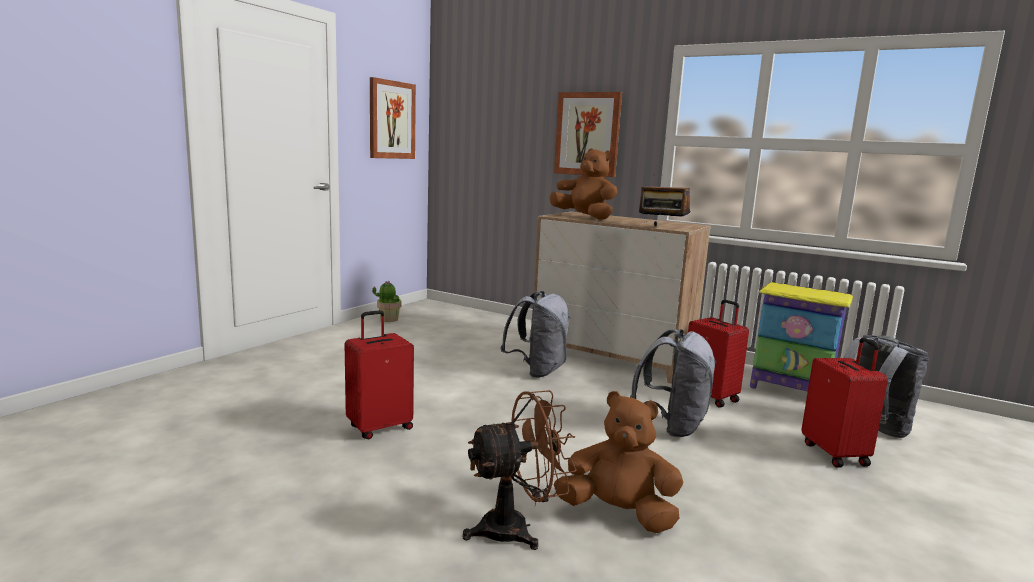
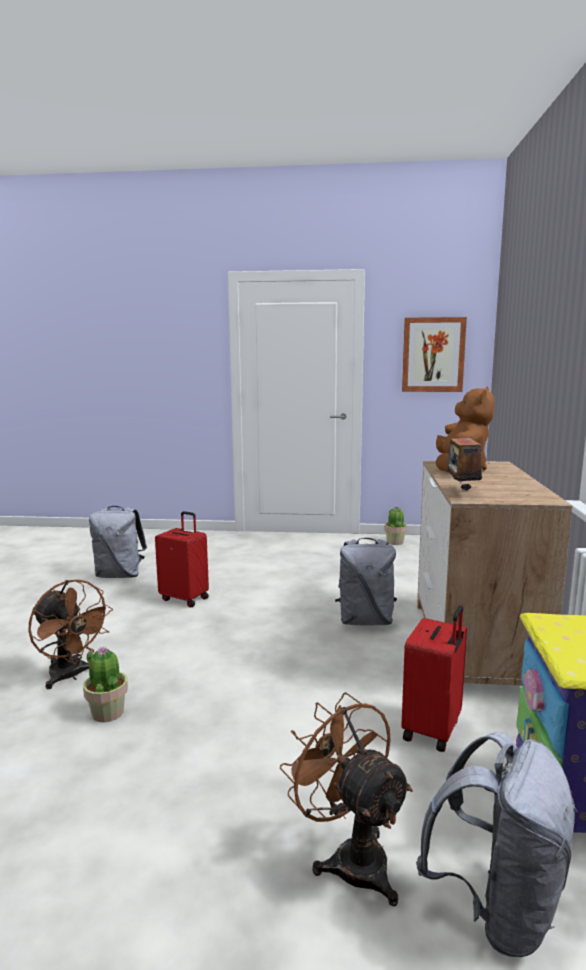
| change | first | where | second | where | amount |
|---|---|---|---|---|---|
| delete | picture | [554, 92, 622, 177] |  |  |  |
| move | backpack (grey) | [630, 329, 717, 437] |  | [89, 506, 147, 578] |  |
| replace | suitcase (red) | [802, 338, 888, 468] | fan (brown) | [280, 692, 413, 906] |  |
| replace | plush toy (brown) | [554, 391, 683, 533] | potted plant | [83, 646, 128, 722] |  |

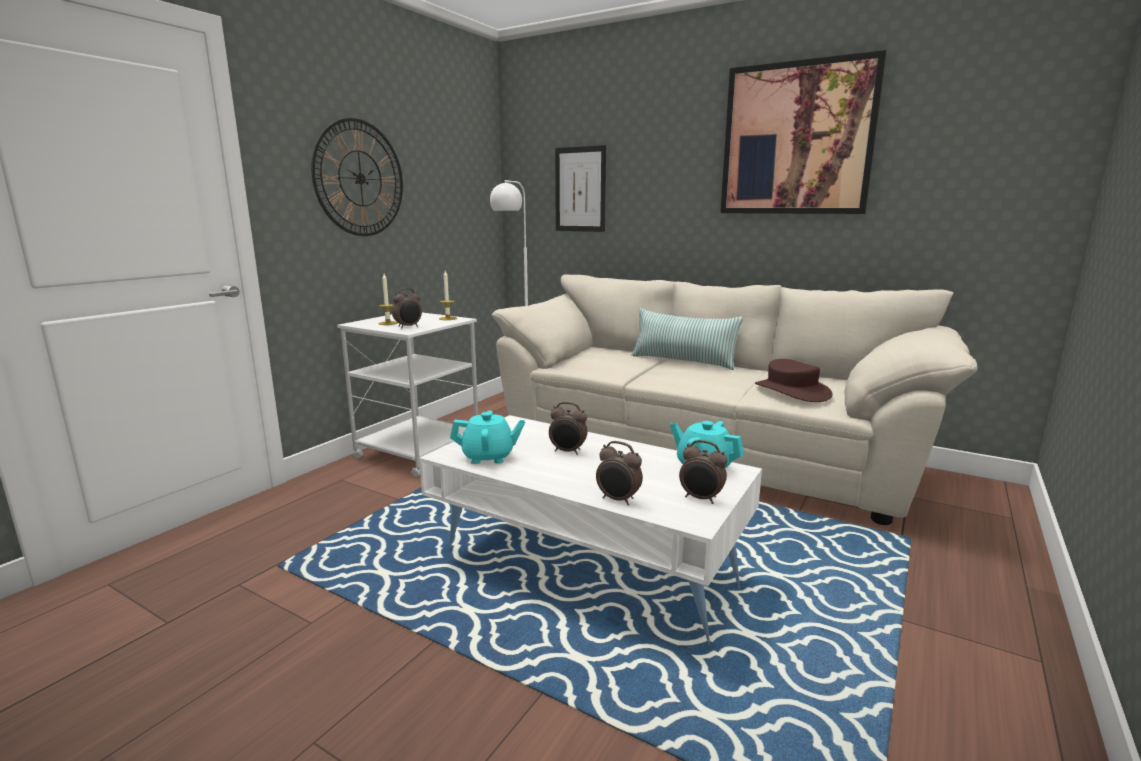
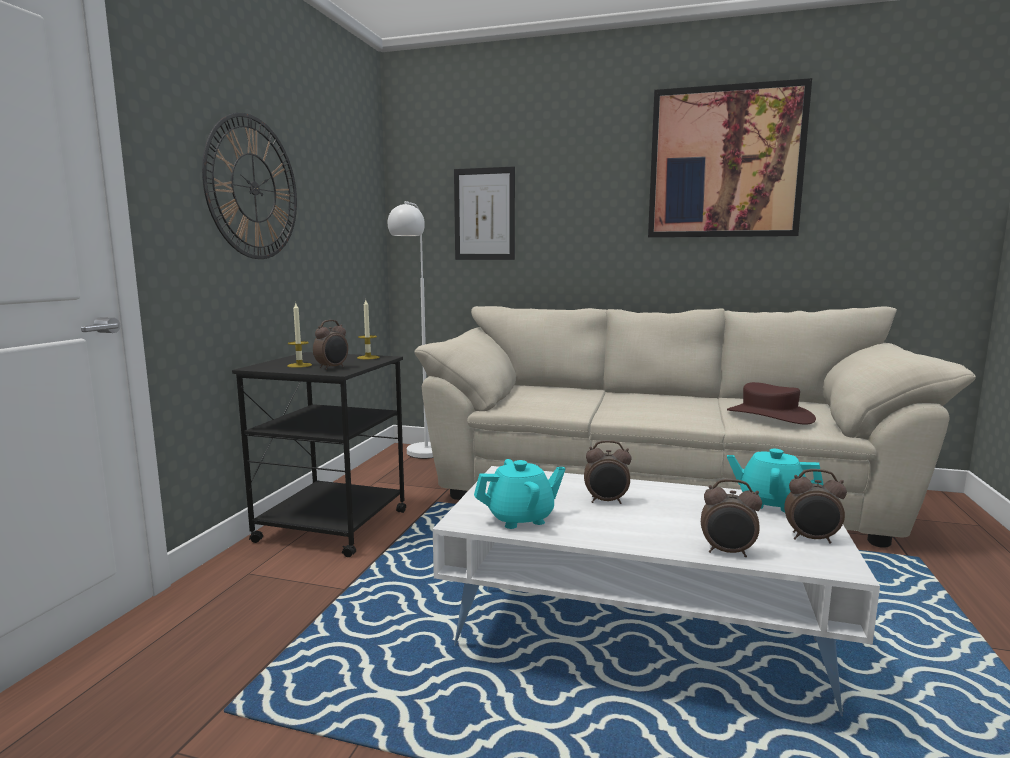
| change | first | where | second | where | amount |
|---|---|---|---|---|---|
| delete | pillow | [631, 308, 744, 370] |  |  |  |
| recolor | cart (white) | [337, 313, 478, 477] | cart (black) | [232, 352, 406, 557] |  |

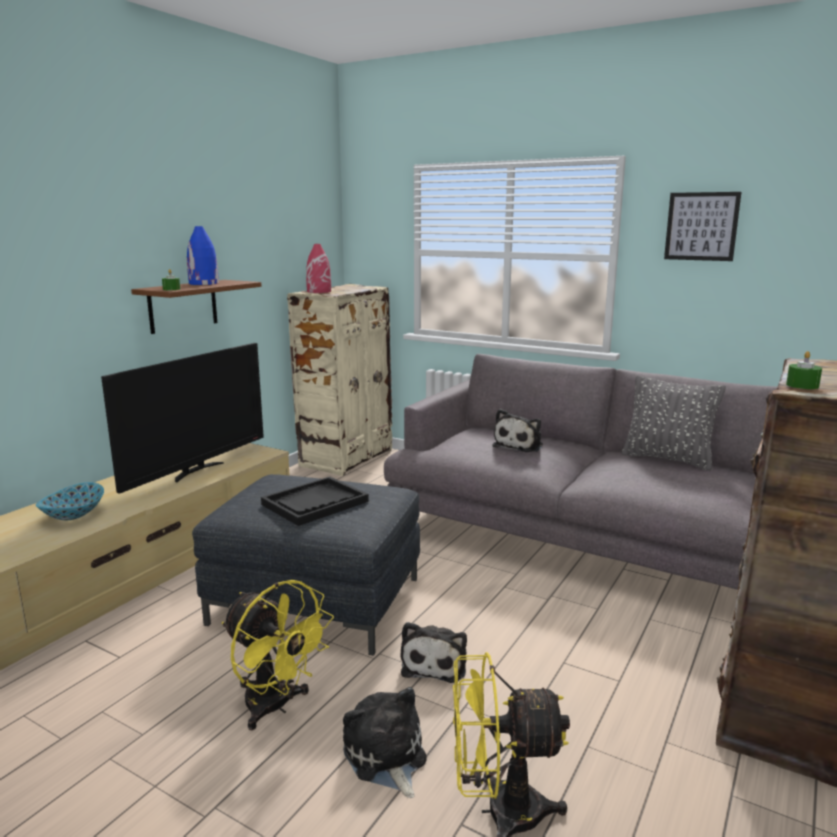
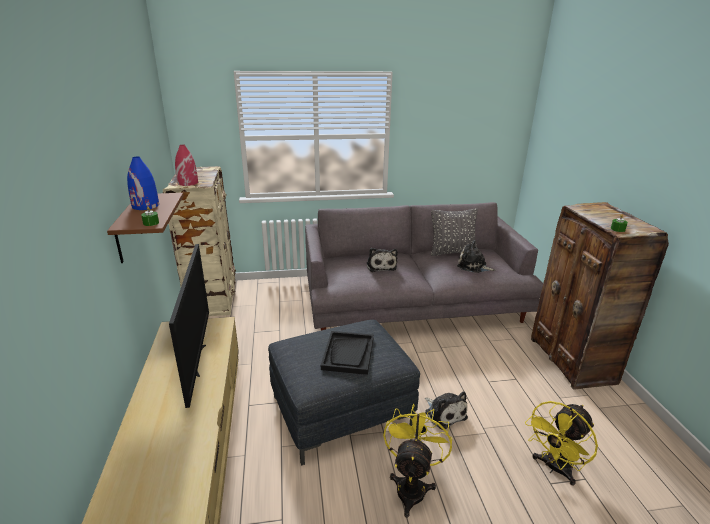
| change | first | where | second | where | amount |
|---|---|---|---|---|---|
| delete | picture | [664, 192, 741, 261] |  |  |  |
| delete | bowl | [36, 482, 104, 520] |  |  |  |
| rotate | fan (yellow) | [222, 580, 334, 730] |  | [383, 404, 452, 518] | 75 degrees counterclockwise |
| move | plush toy | [343, 687, 427, 798] |  | [457, 240, 496, 273] |  |

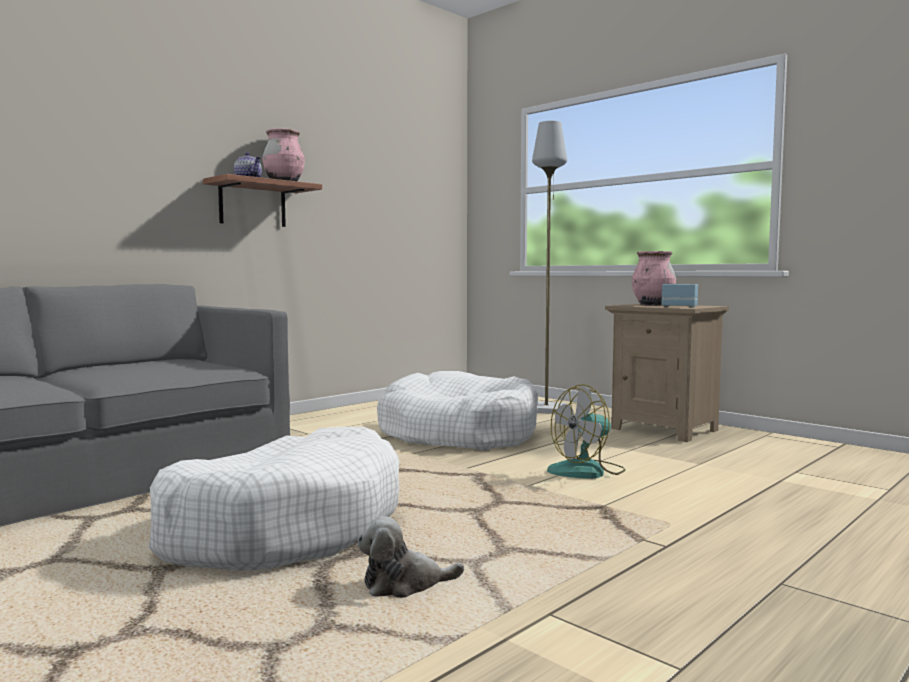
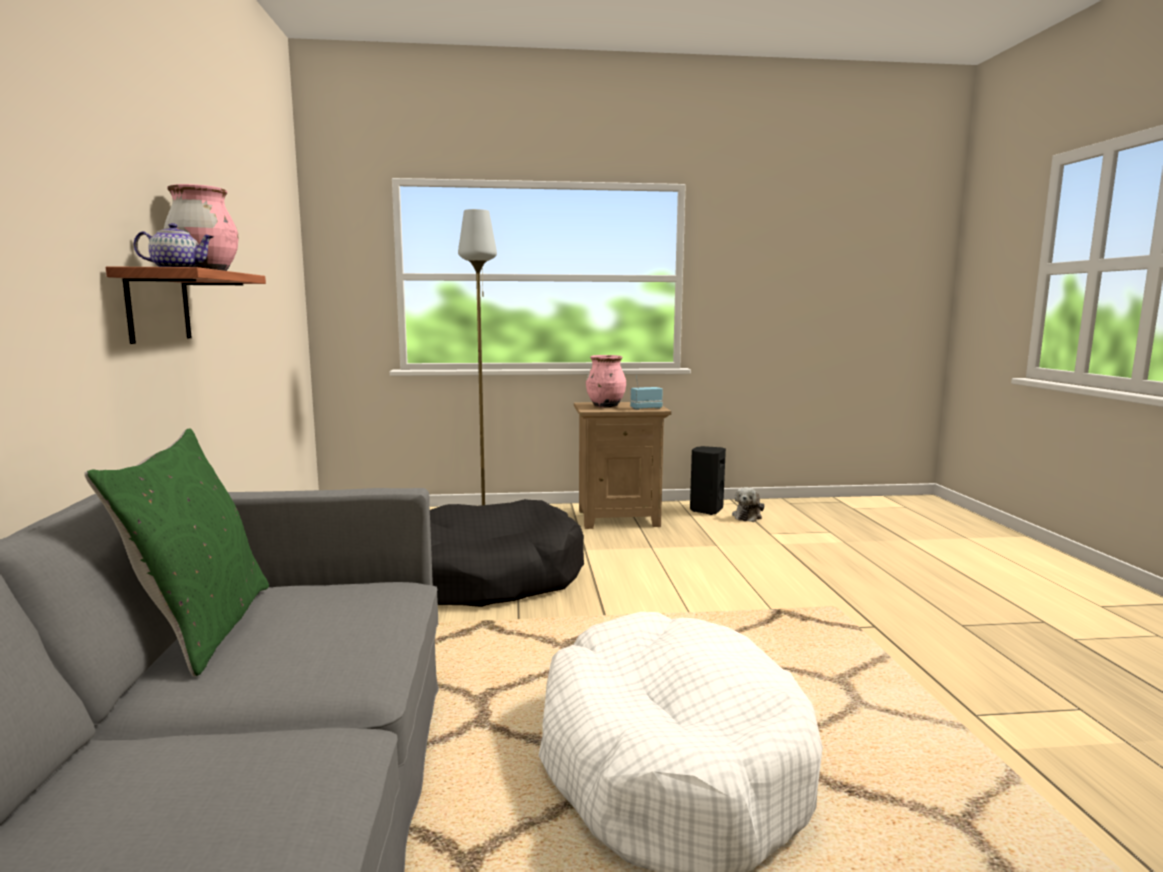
| change | first | where | second | where | amount |
|---|---|---|---|---|---|
| recolor | dog bed (white) | [377, 371, 538, 451] | dog bed (black) | [430, 499, 584, 607] |  |
| delete | fan | [547, 384, 625, 479] |  |  |  |
| move | plush toy | [357, 516, 464, 598] |  | [732, 487, 764, 522] |  |
| insert |  |  | pillow (green) | [84, 428, 269, 676] |  |
| insert |  |  | speaker (black) | [690, 446, 726, 515] |  |

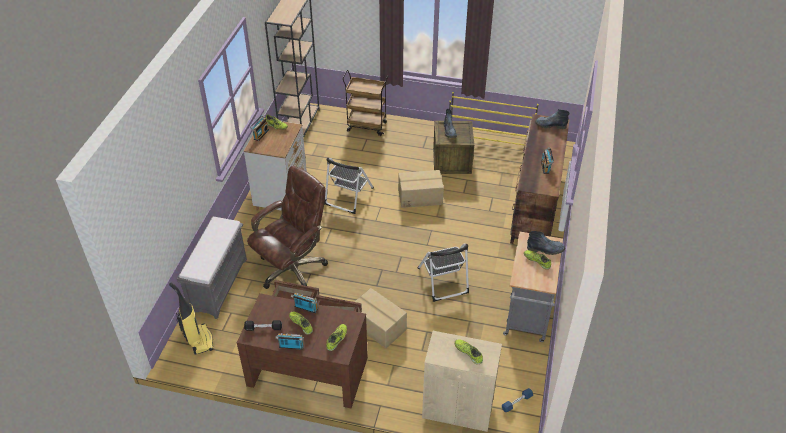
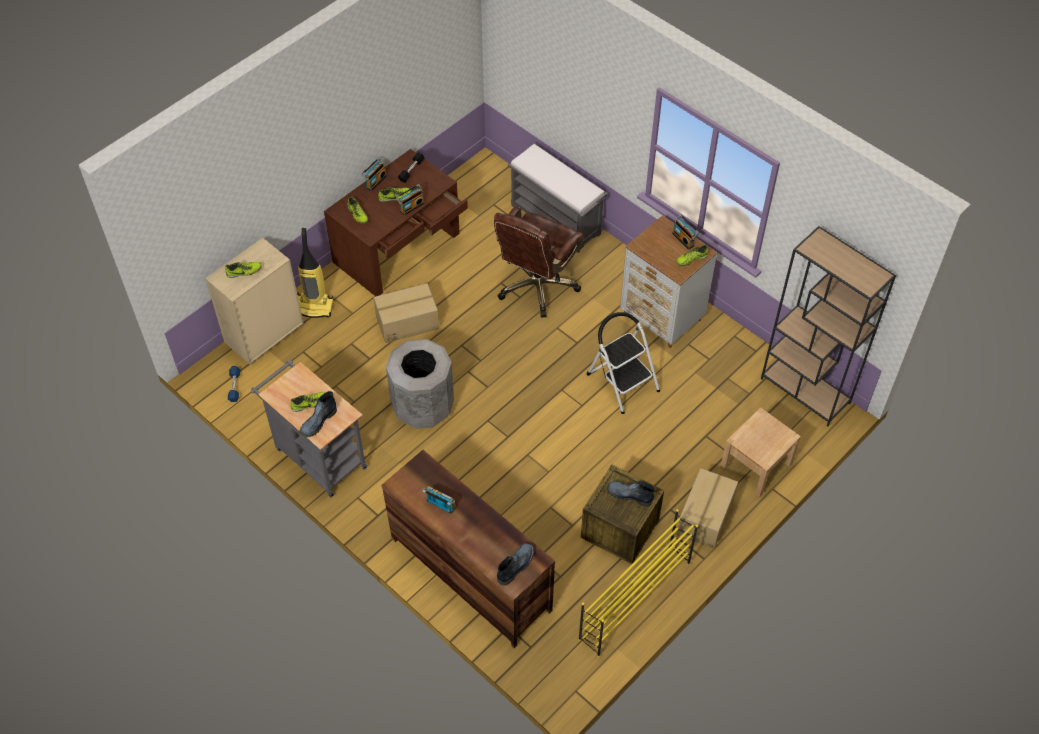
| change | first | where | second | where | amount |
|---|---|---|---|---|---|
| replace | cart (brown) | [343, 70, 388, 136] | nightstand (beige) | [720, 407, 801, 497] |  |
| rotate | office chair (brown) | [247, 166, 328, 289] |  | [494, 207, 584, 318] | 45 degrees clockwise |
| move | cardboard box | [398, 170, 444, 208] |  | [677, 468, 738, 548] |  |
| replace | step ladder | [418, 243, 469, 302] | trash can (grey) | [386, 339, 454, 429] |  |
| move | vacuum cleaner | [169, 283, 213, 355] |  | [297, 228, 334, 318] |  |

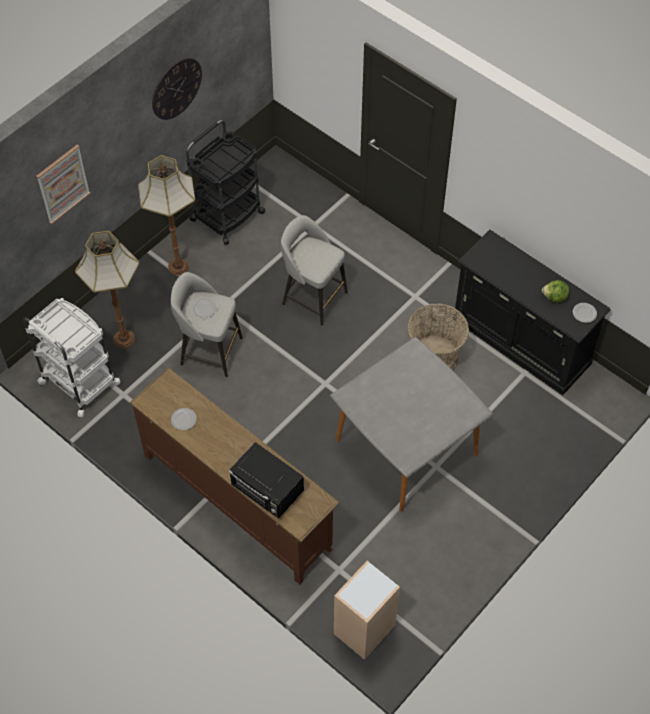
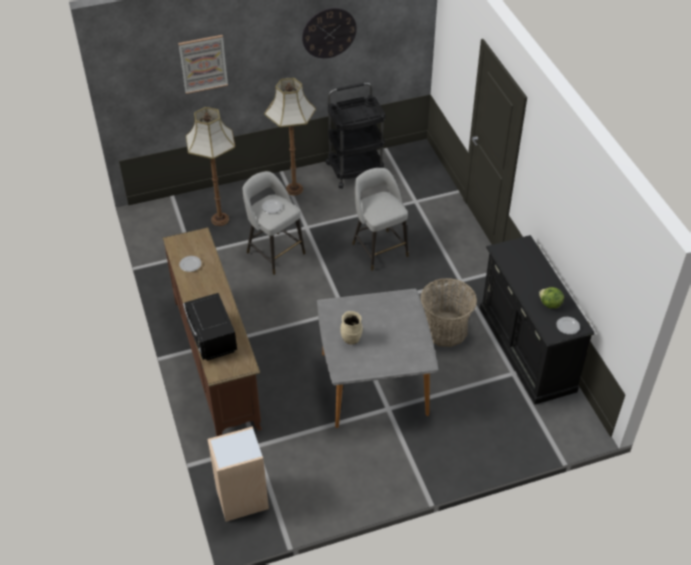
| change | first | where | second | where | amount |
|---|---|---|---|---|---|
| delete | cart (white) | [23, 298, 121, 417] |  |  |  |
| insert |  |  | vase (beige) | [340, 311, 363, 345] |  |

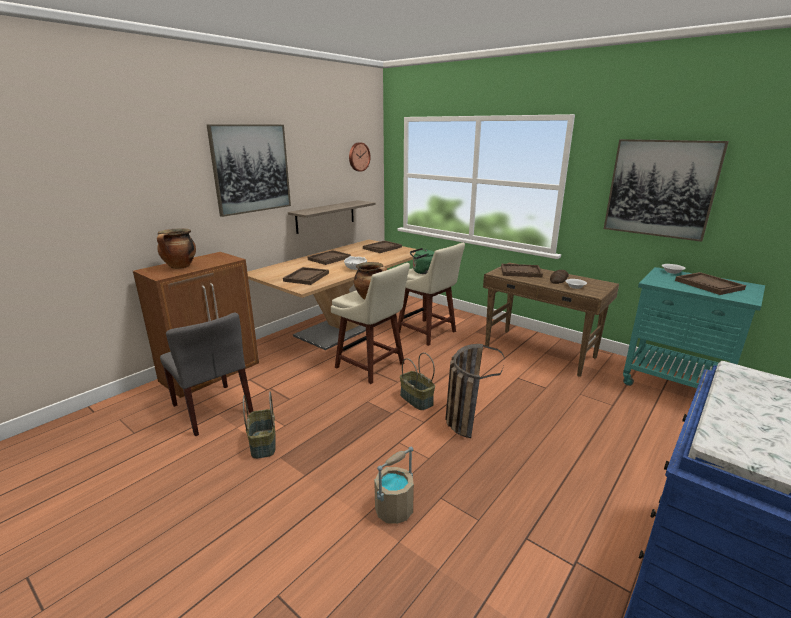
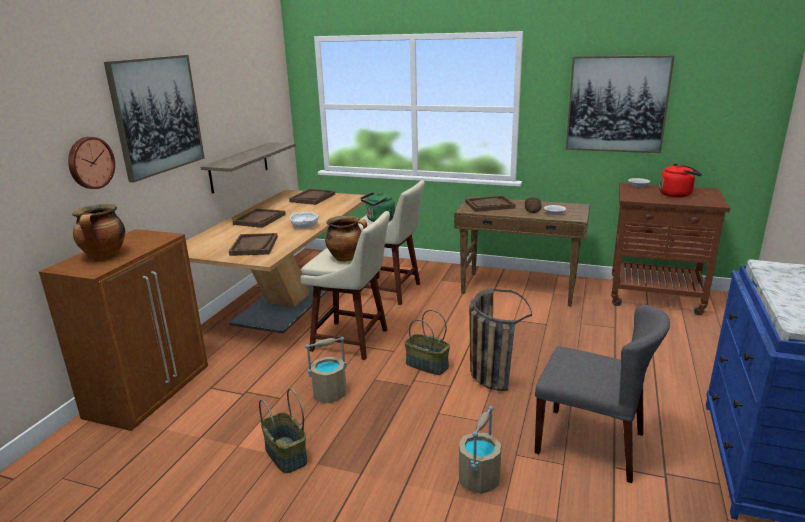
| change | first | where | second | where | amount |
|---|---|---|---|---|---|
| move | wall clock | [349, 143, 371, 172] |  | [68, 137, 115, 189] |  |
| recolor | cart (turquoise) | [623, 267, 765, 388] | cart (brown) | [611, 183, 730, 316] |  |
| replace | tray (brown) | [675, 272, 746, 295] | kettle (red) | [659, 164, 702, 197] |  |
| move | chair (grey) | [160, 312, 253, 437] |  | [535, 305, 670, 483] |  |
| insert |  |  | bucket (beige) | [305, 337, 347, 403] |  |

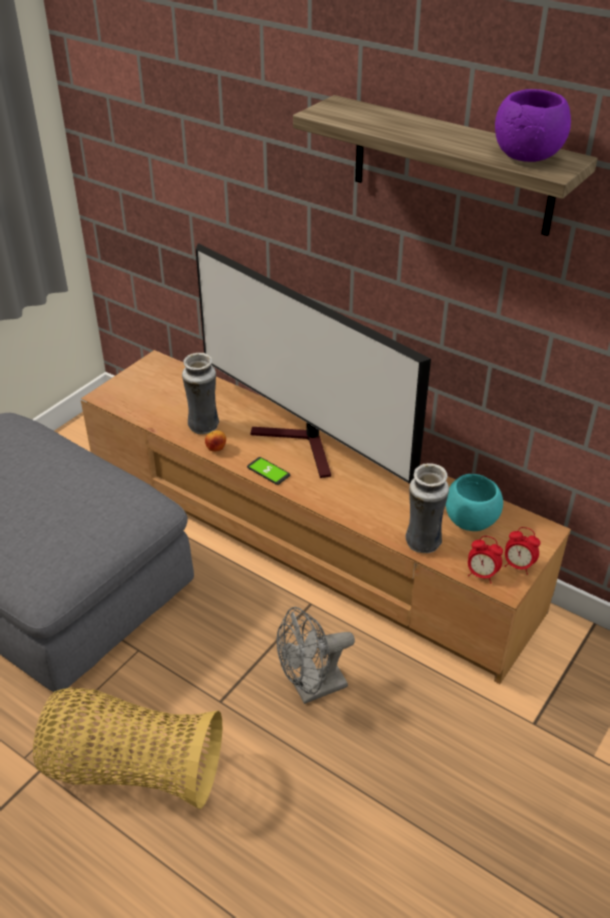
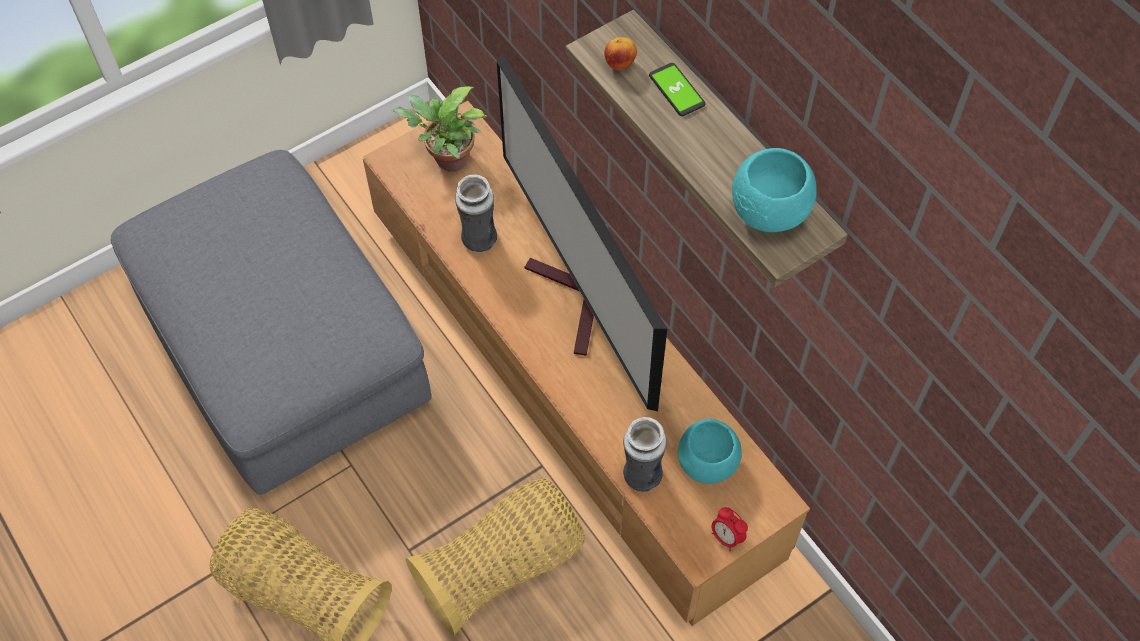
| change | first | where | second | where | amount |
|---|---|---|---|---|---|
| recolor | bowl (purple) | [495, 89, 571, 162] | bowl (turquoise) | [732, 148, 817, 232] |  |
| move | apple | [205, 430, 226, 452] |  | [604, 37, 637, 70] |  |
| move | phone | [247, 457, 290, 485] |  | [649, 63, 706, 116] |  |
| delete | alarm clock | [468, 536, 503, 583] |  |  |  |
| replace | fan (grey) | [277, 607, 355, 704] | basket | [405, 479, 586, 636] |  |
| insert |  |  | potted plant | [392, 86, 487, 172] |  |

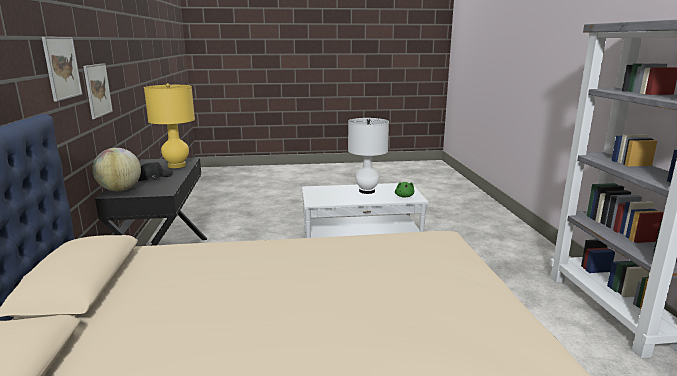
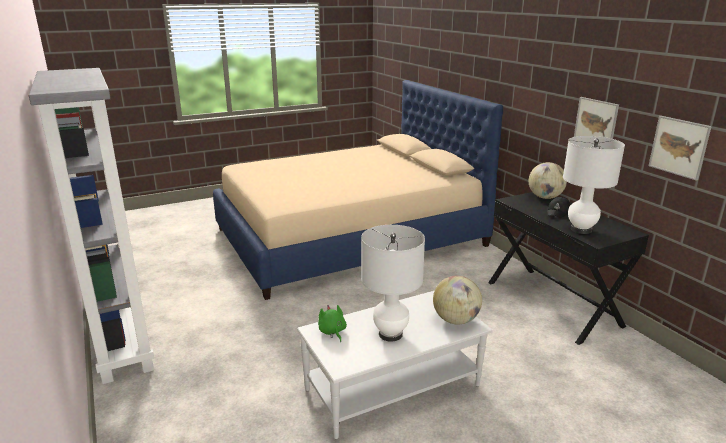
| change | first | where | second | where | amount |
|---|---|---|---|---|---|
| move | picture | [42, 37, 82, 102] |  | [649, 116, 712, 181] |  |
| recolor | table lamp (yellow) | [144, 83, 195, 168] | table lamp (white) | [563, 136, 625, 234] |  |
| insert |  |  | globe | [433, 275, 482, 324] |  |

